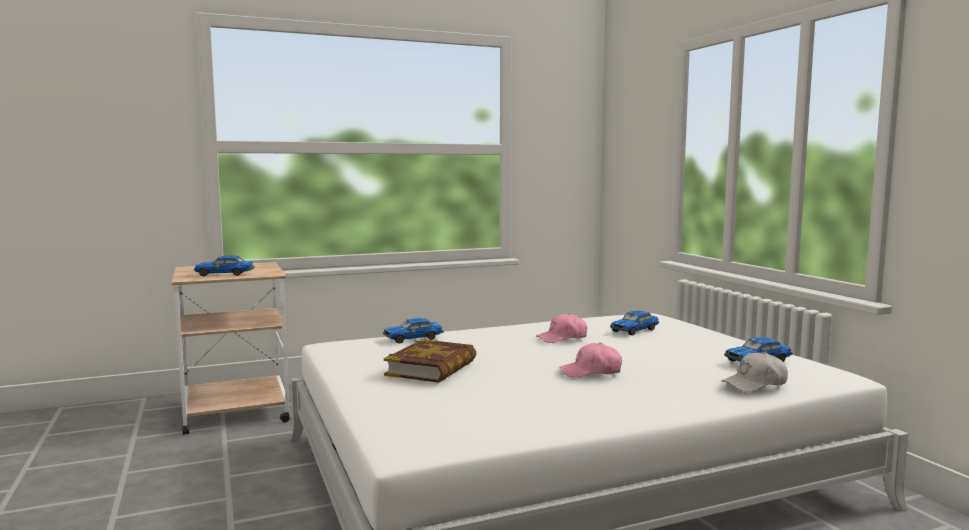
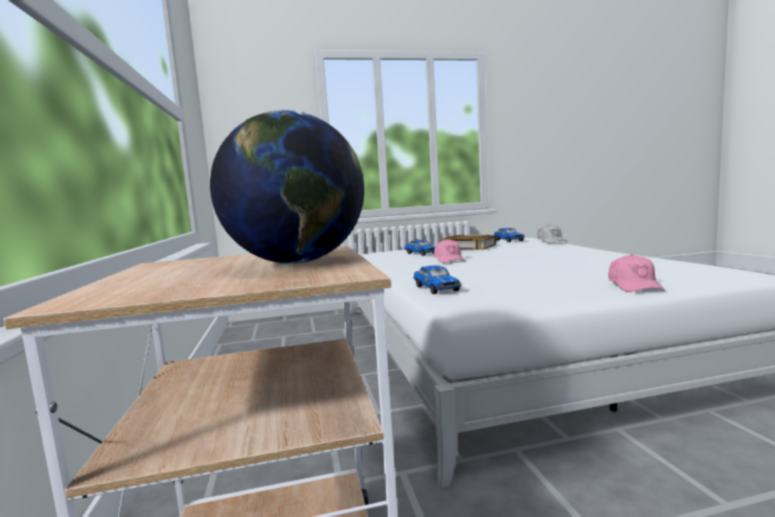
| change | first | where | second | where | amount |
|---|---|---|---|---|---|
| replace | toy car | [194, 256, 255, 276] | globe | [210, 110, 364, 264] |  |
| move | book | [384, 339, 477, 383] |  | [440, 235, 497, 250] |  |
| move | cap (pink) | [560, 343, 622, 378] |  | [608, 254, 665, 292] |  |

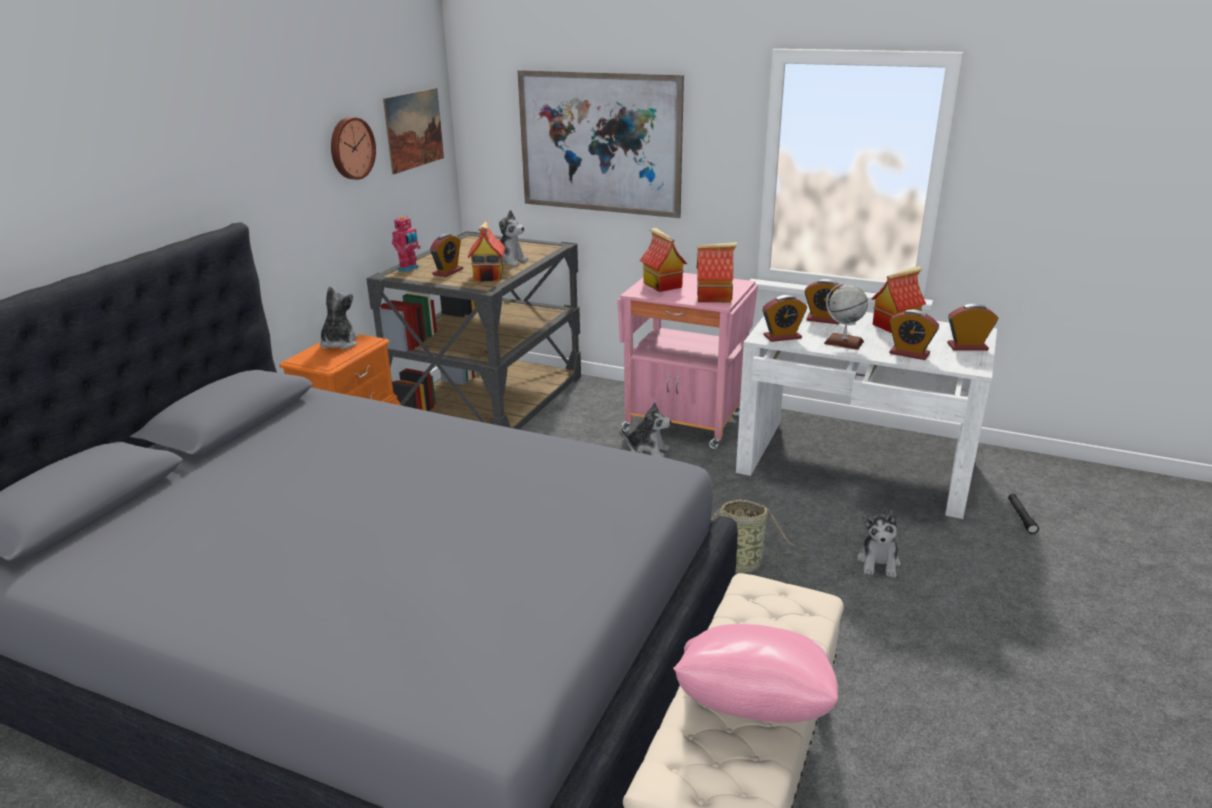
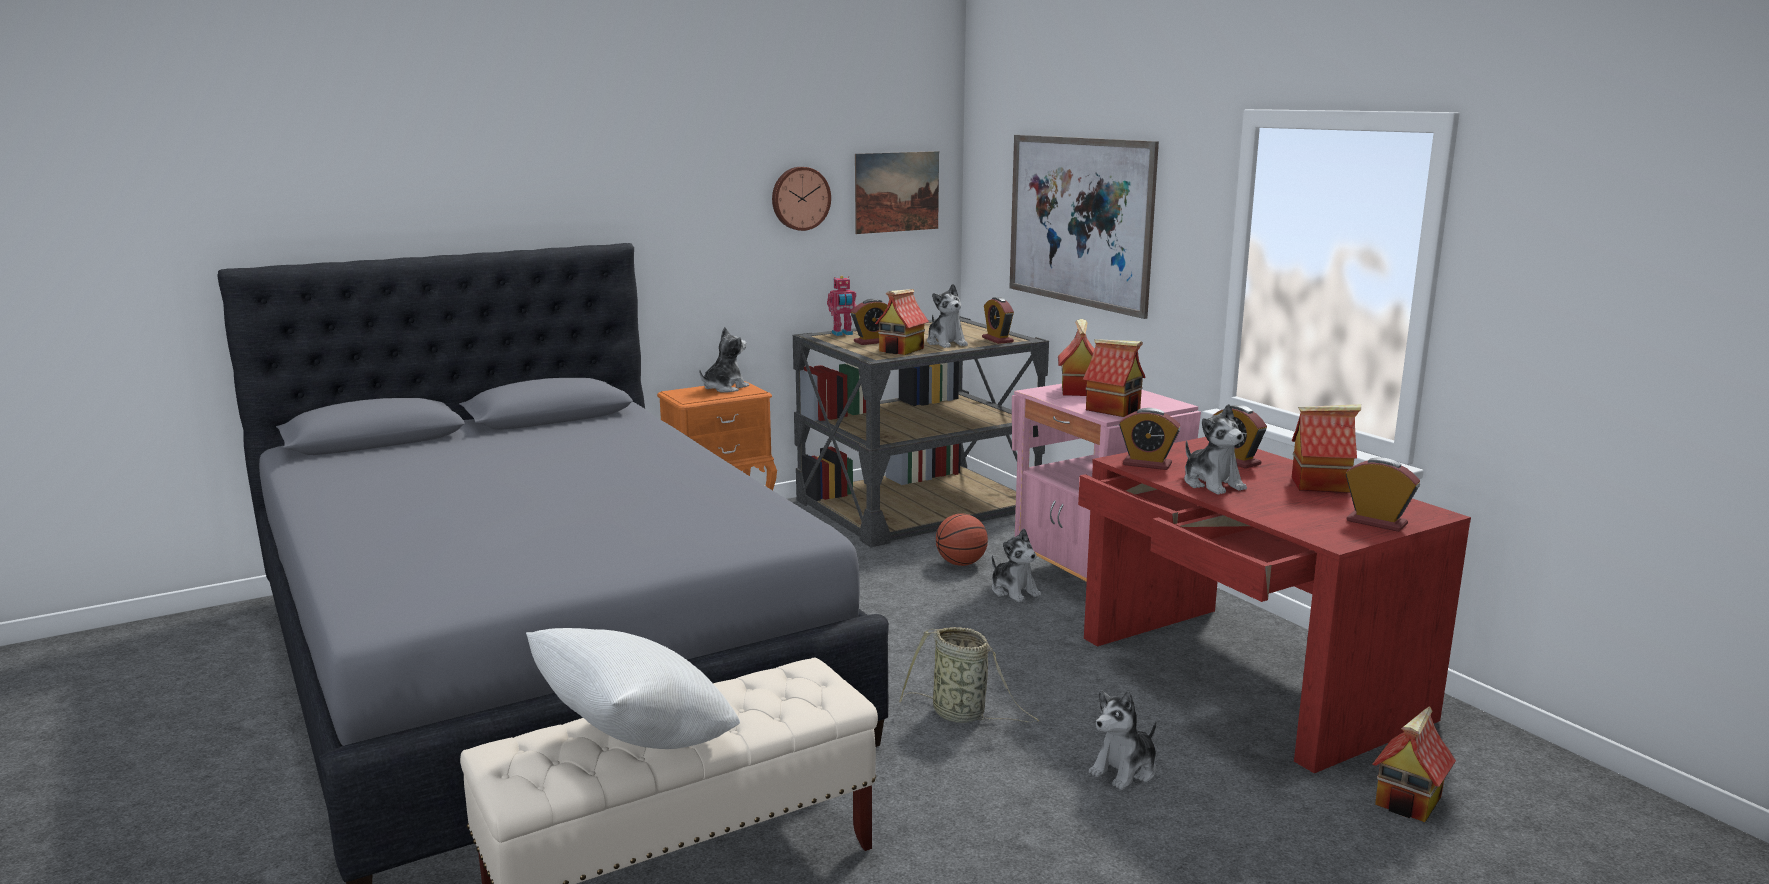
| change | first | where | second | where | amount |
|---|---|---|---|---|---|
| replace | globe | [824, 283, 868, 350] | plush toy | [1184, 404, 1247, 495] |  |
| recolor | desk (white) | [736, 304, 997, 519] | desk (red) | [1078, 437, 1471, 773] |  |
| move | alarm clock | [889, 310, 939, 360] |  | [982, 297, 1014, 344] |  |
| replace | flashlight (black) | [1008, 494, 1039, 534] | toy house | [1372, 706, 1456, 822] |  |
| recolor | pillow (pink) | [673, 624, 838, 723] | pillow (white) | [526, 628, 740, 749] |  |
| insert |  |  | basketball | [936, 514, 988, 566] |  |

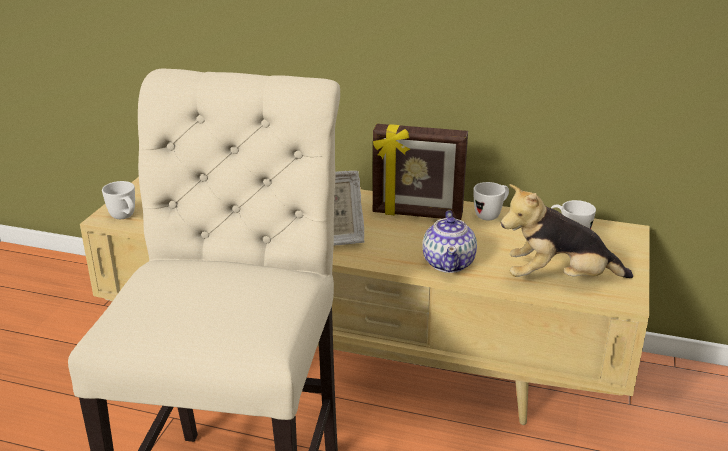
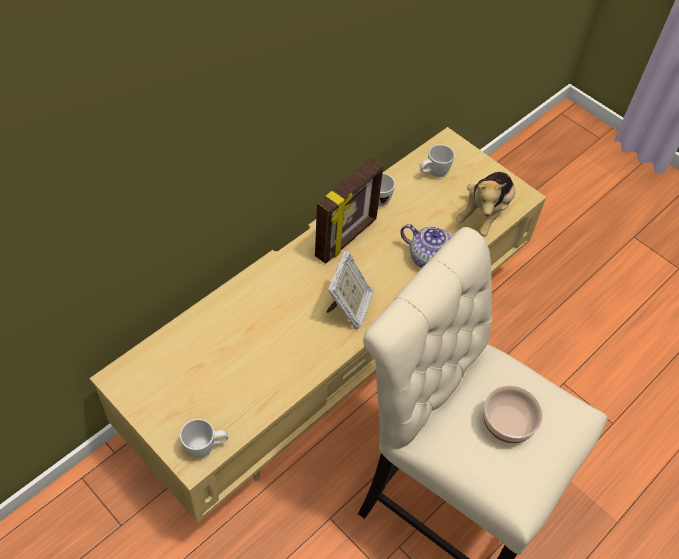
| change | first | where | second | where | amount |
|---|---|---|---|---|---|
| insert |  |  | bowl | [483, 385, 543, 443] |  |

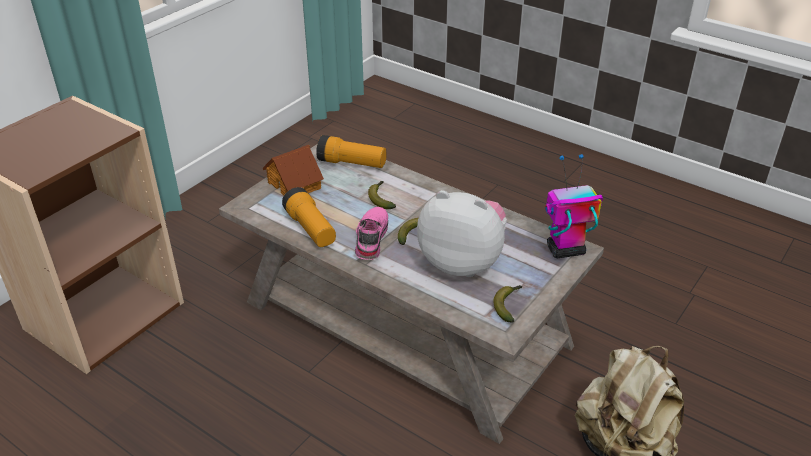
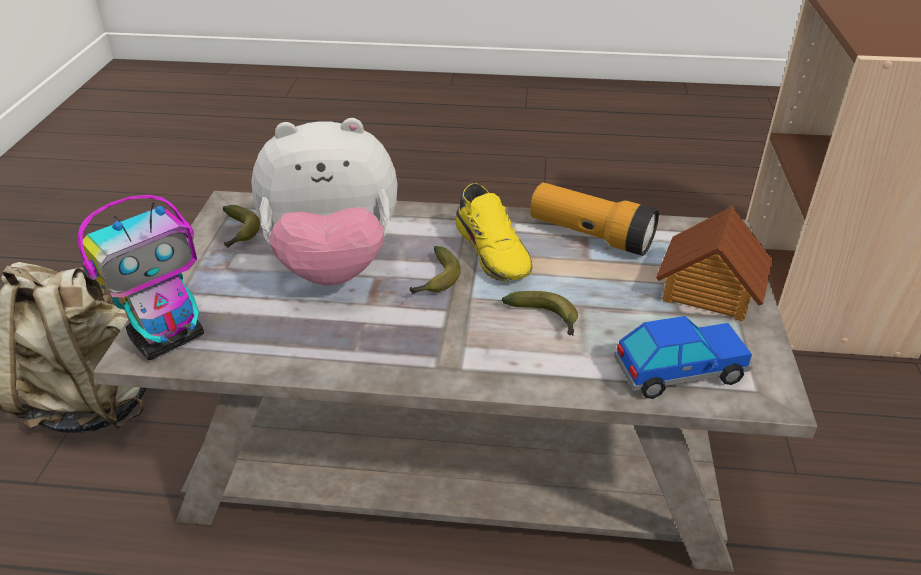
| change | first | where | second | where | amount |
|---|---|---|---|---|---|
| replace | flashlight | [316, 135, 386, 168] | toy car | [614, 316, 752, 399] |  |
| recolor | shoe (pink) | [355, 207, 388, 260] | shoe (yellow) | [455, 183, 532, 281] |  |

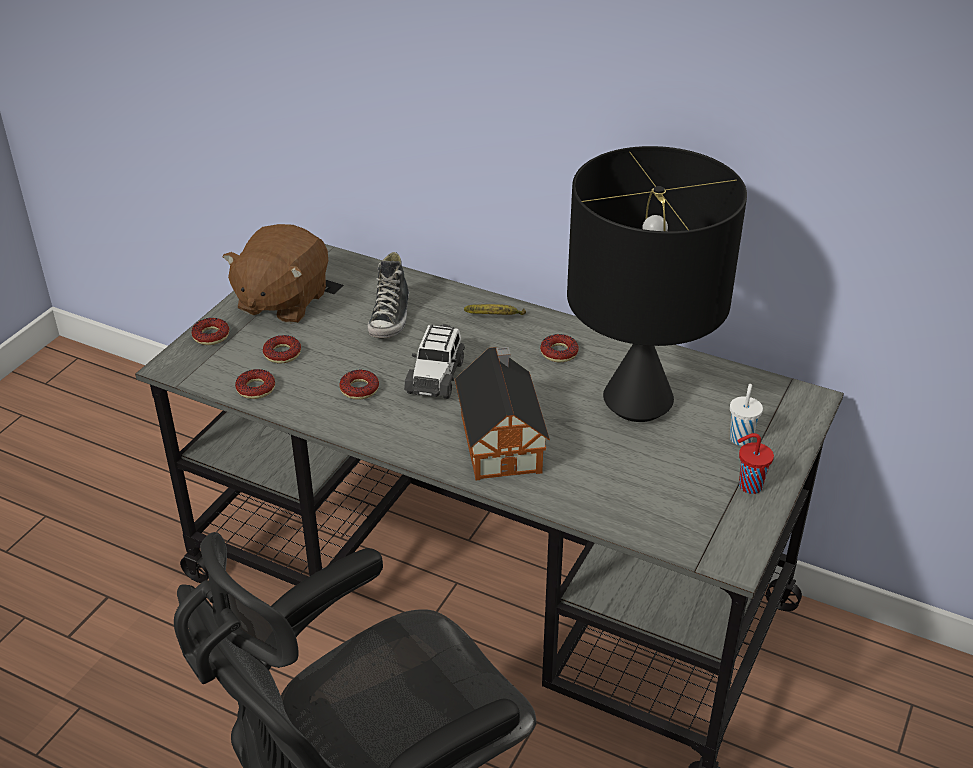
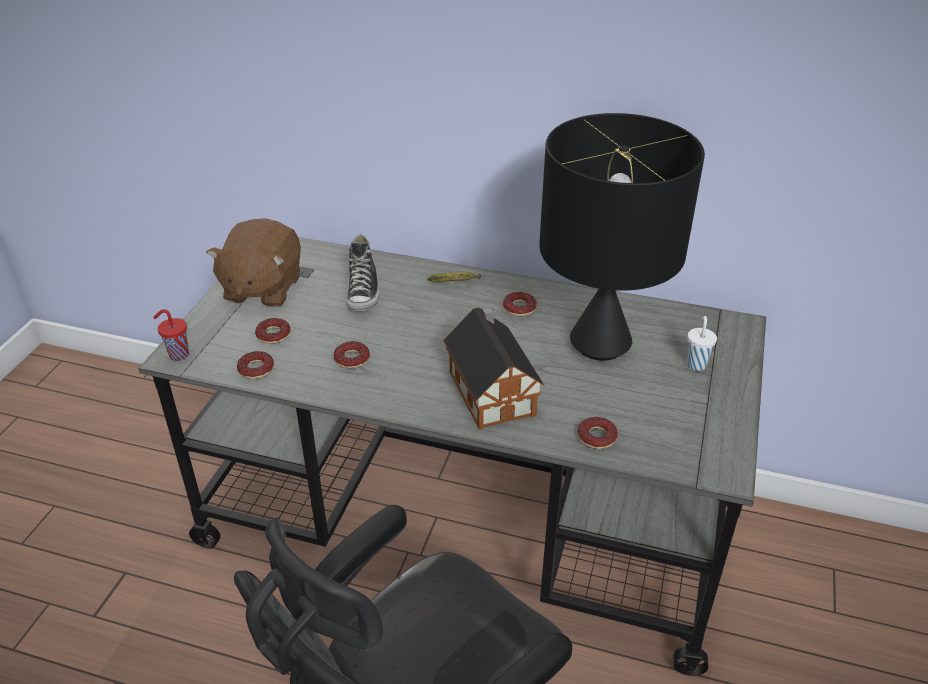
| change | first | where | second | where | amount |
|---|---|---|---|---|---|
| move | donut | [192, 318, 229, 345] |  | [578, 417, 618, 449] |  |
| delete | toy car | [404, 324, 465, 399] |  |  |  |
| move | cup (red) | [738, 433, 774, 494] |  | [153, 309, 189, 361] |  |

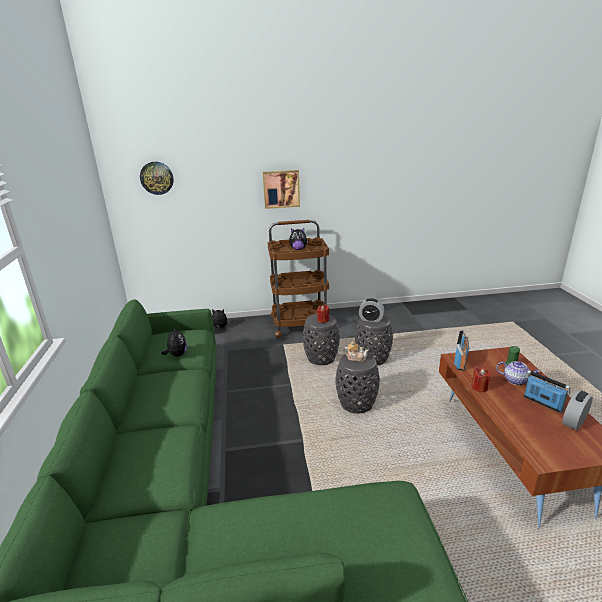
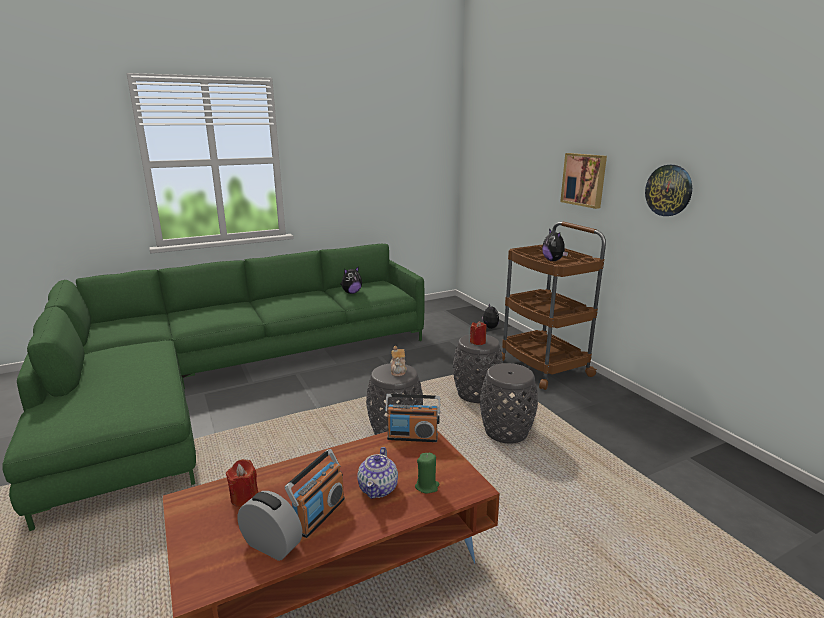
| change | first | where | second | where | amount |
|---|---|---|---|---|---|
| move | wall clock | [140, 162, 174, 195] |  | [645, 165, 692, 216] |  |
| delete | alarm clock | [359, 298, 384, 322] |  |  |  |
| move | candle (red) | [471, 367, 491, 392] |  | [226, 459, 258, 507] |  |

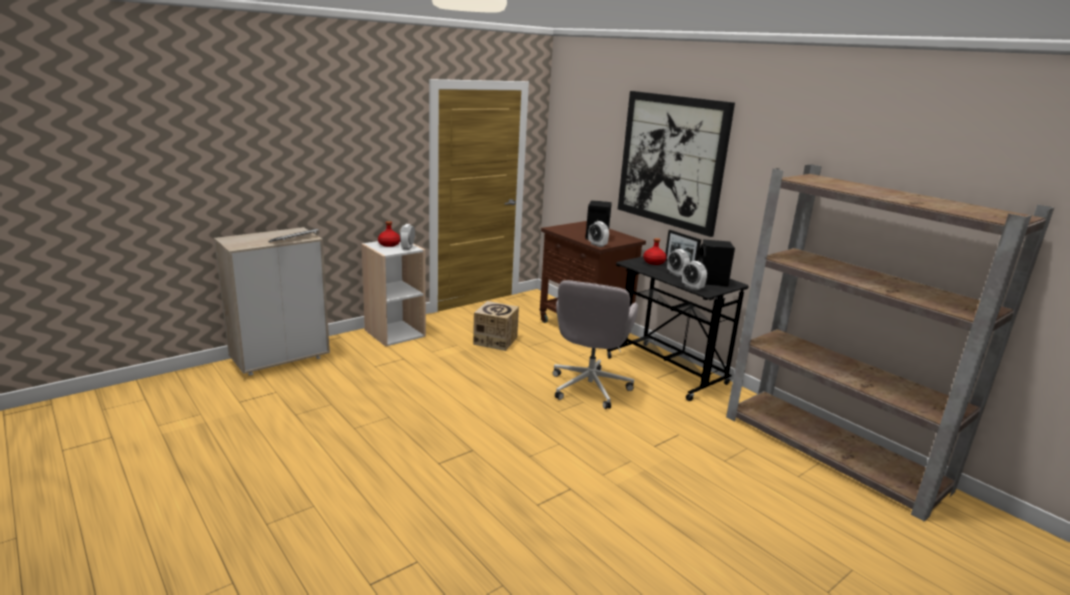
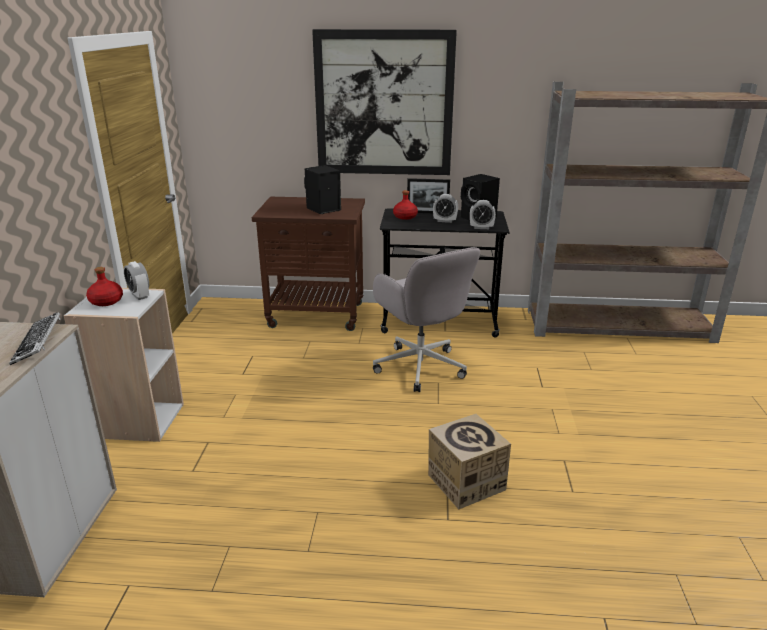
| change | first | where | second | where | amount |
|---|---|---|---|---|---|
| delete | alarm clock | [588, 221, 609, 247] |  |  |  |
| move | cardboard box | [473, 301, 519, 351] |  | [428, 414, 511, 509] |  |

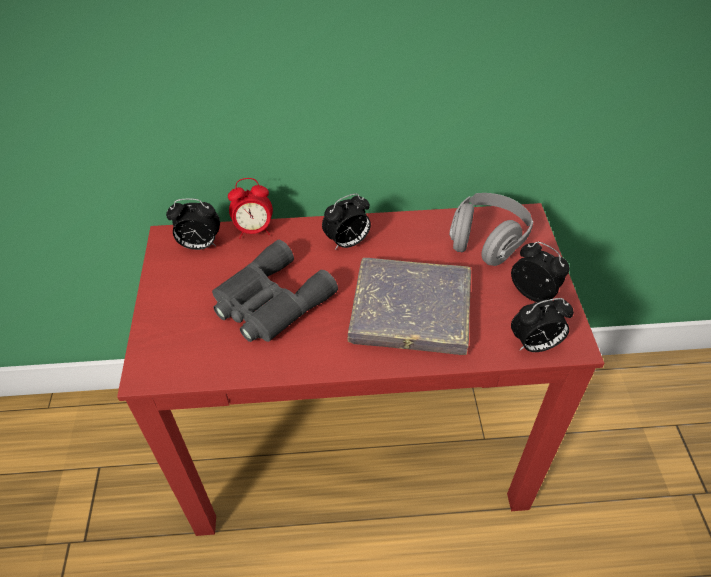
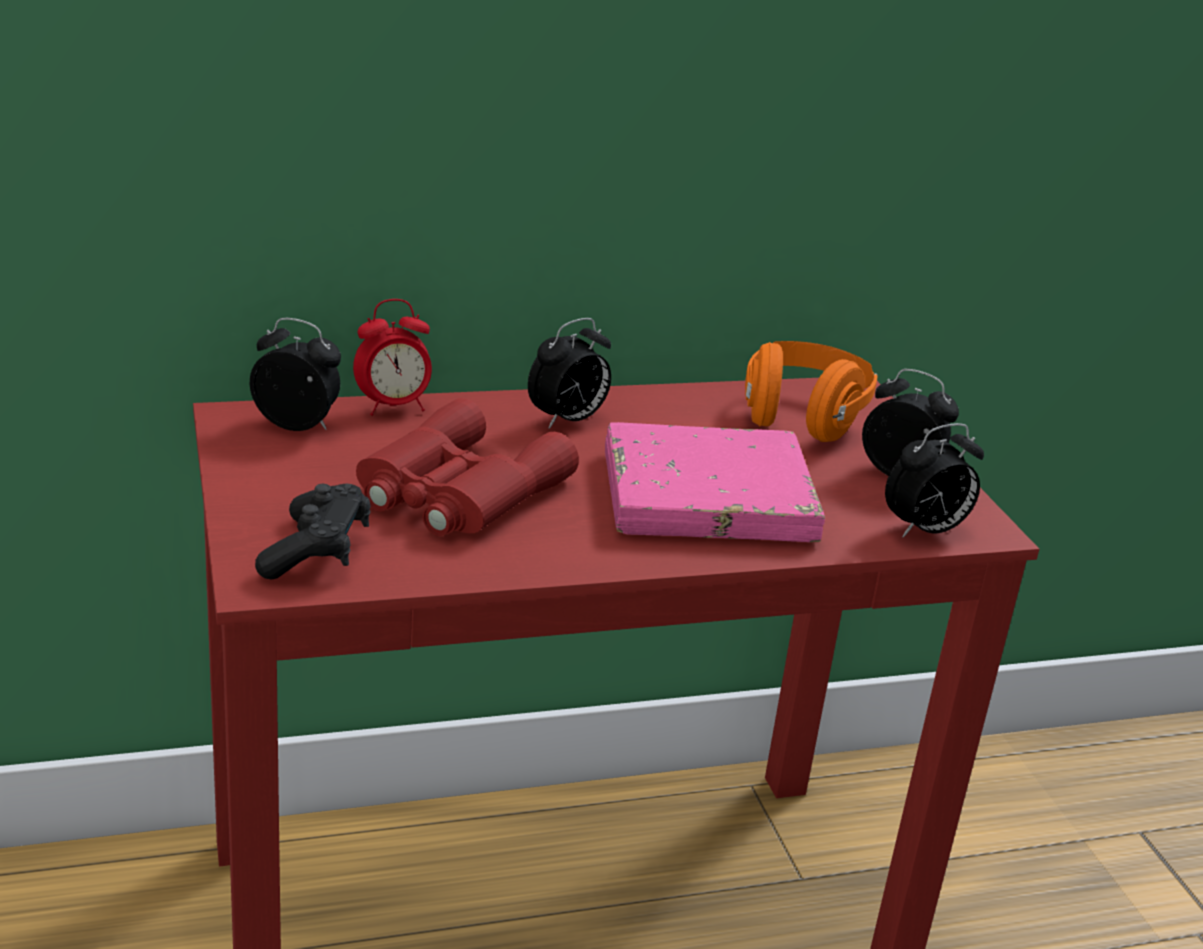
| change | first | where | second | where | amount |
|---|---|---|---|---|---|
| recolor | headphones (grey) | [449, 193, 534, 266] | headphones (orange) | [745, 341, 877, 442] |  |
| rotate | alarm clock | [166, 198, 220, 250] |  | [250, 318, 341, 431] | 150 degrees counterclockwise |
| recolor | binoculars (grey) | [212, 240, 338, 342] | binoculars (red) | [356, 398, 579, 536] |  |
| recolor | book (grey) | [348, 258, 471, 355] | book (pink) | [605, 422, 825, 542] |  |
| insert |  |  | game controller (black) | [255, 483, 371, 580] |  |

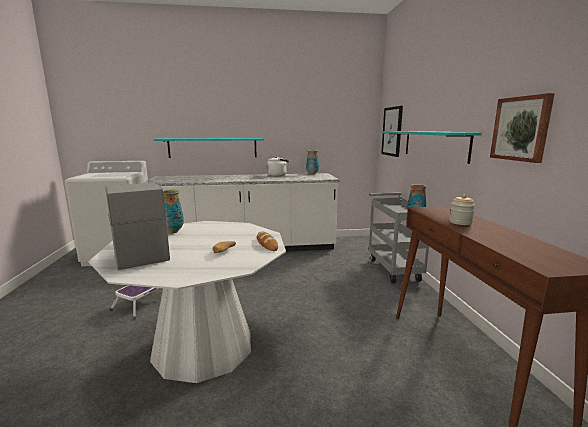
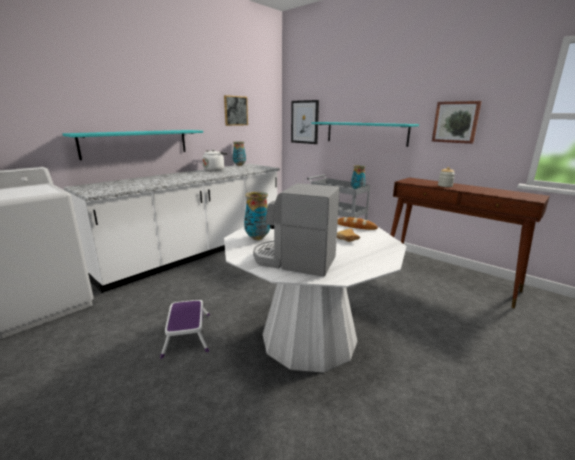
| change | first | where | second | where | amount |
|---|---|---|---|---|---|
| insert |  |  | picture | [224, 95, 248, 126] |  |

